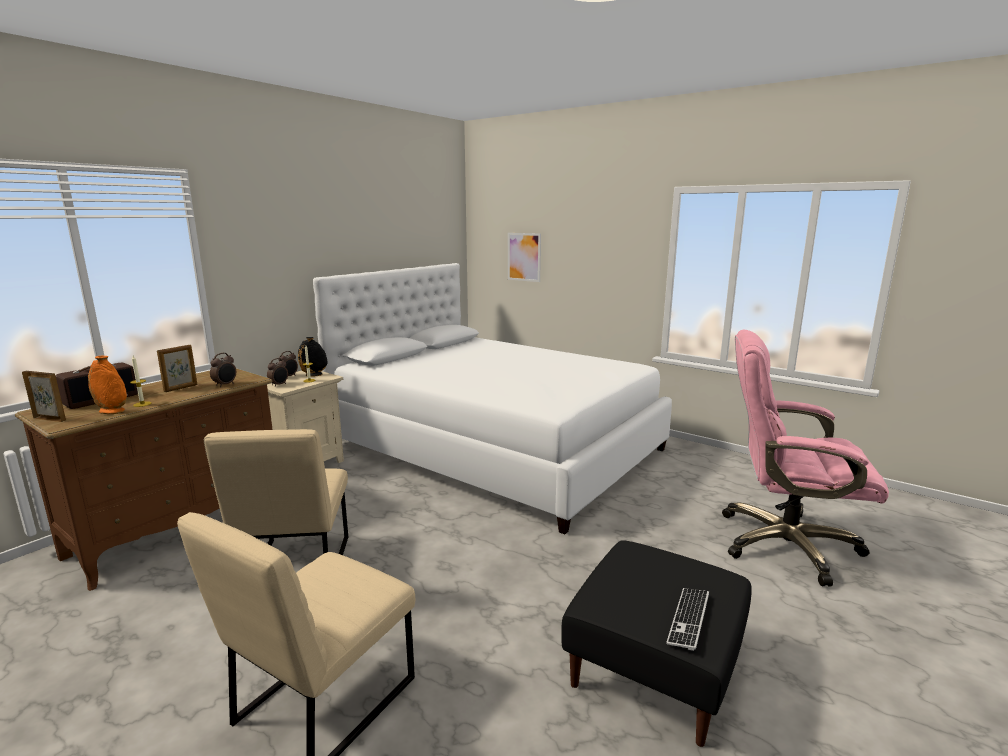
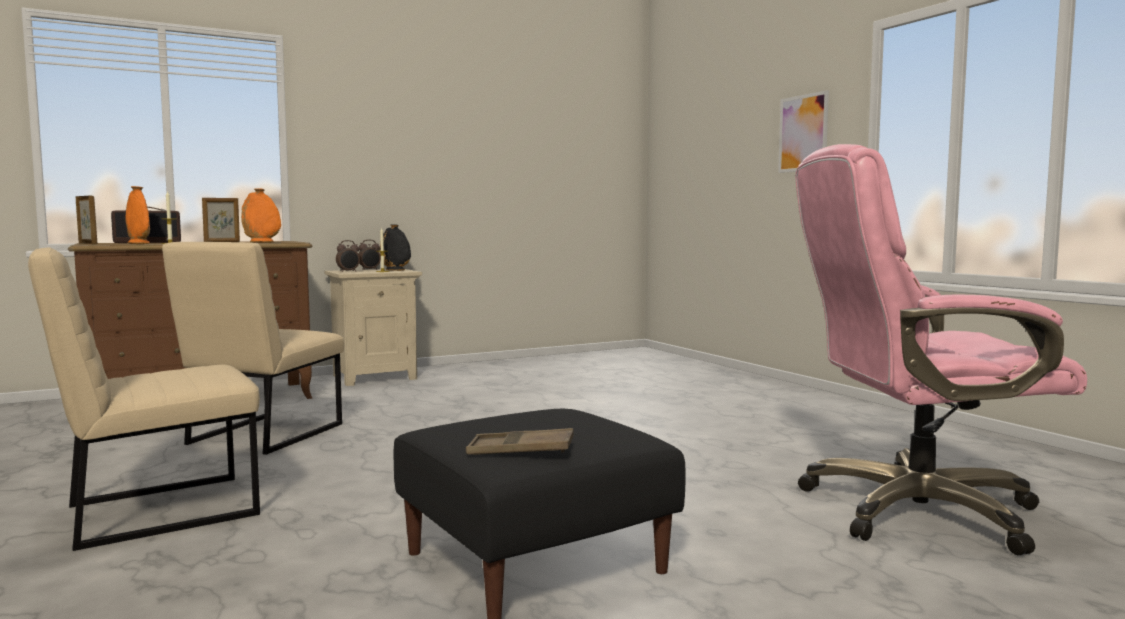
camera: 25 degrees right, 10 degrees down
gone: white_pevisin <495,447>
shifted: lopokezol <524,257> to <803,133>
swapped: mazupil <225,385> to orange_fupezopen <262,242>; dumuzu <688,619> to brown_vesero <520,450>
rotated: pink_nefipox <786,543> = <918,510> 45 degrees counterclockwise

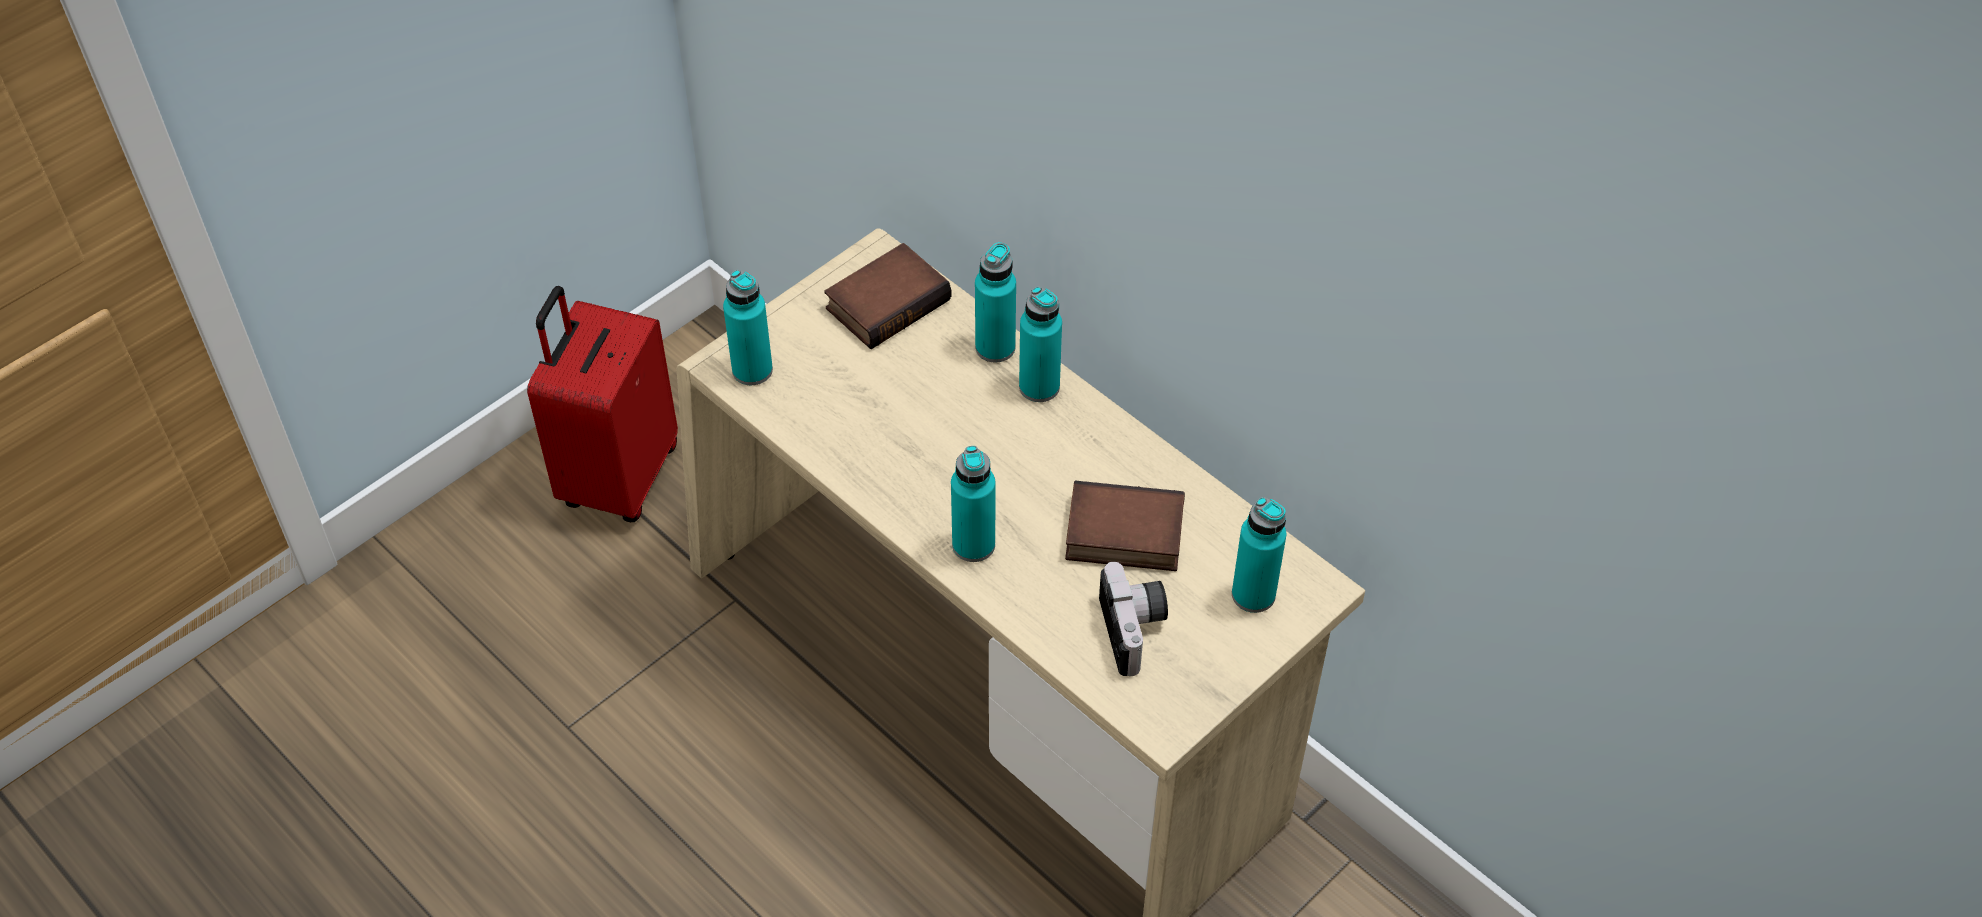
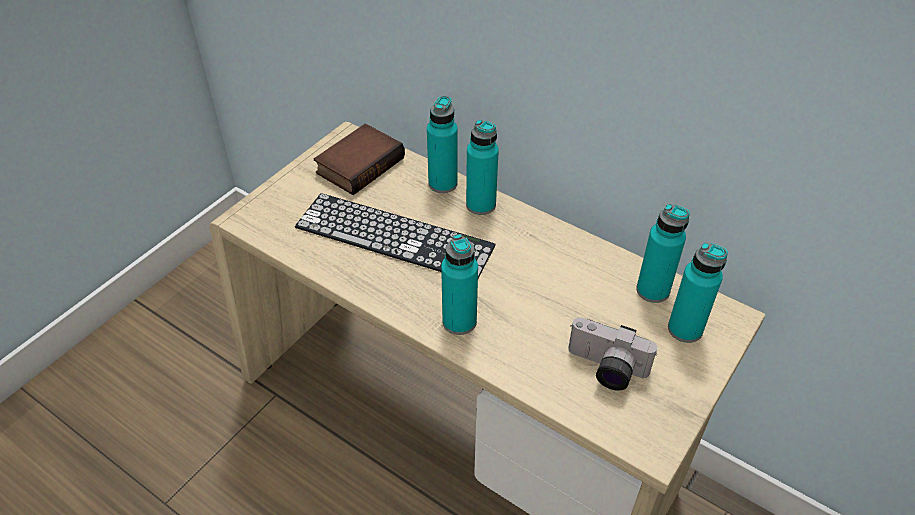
camera: 10 degrees left, 5 degrees down
gone: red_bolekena <617,477>; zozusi <1122,536>
new: dumuzu <394,236>
shifted: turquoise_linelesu <752,370> to <652,290>
rotated: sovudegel <1136,630> = <605,369> 135 degrees clockwise

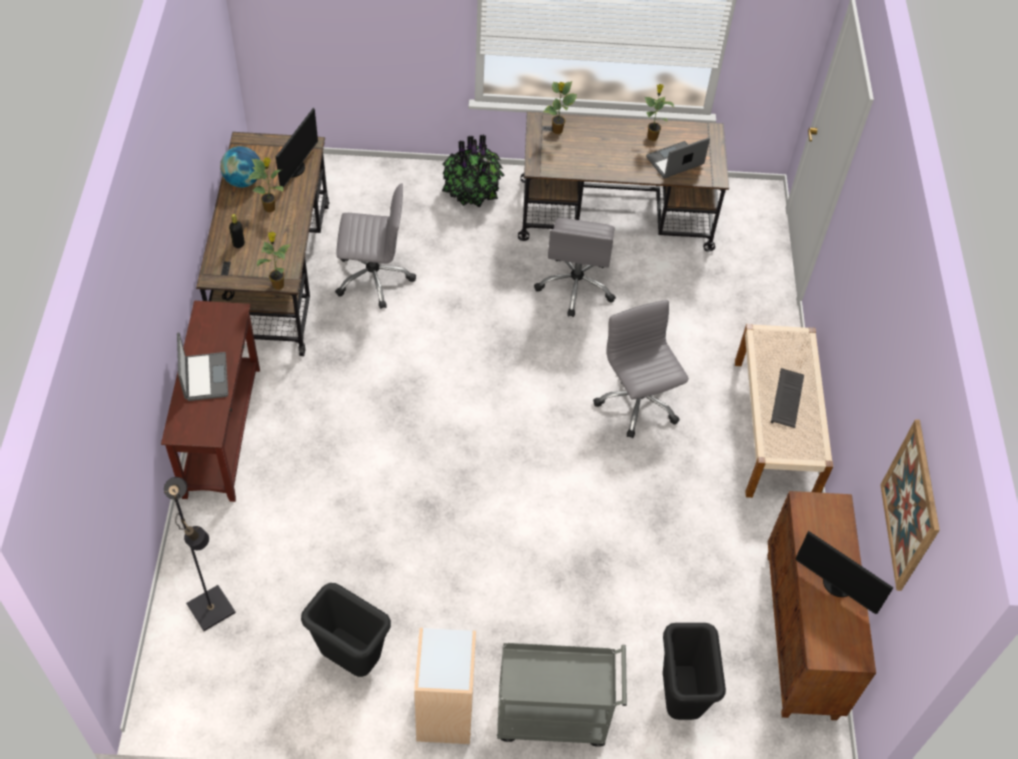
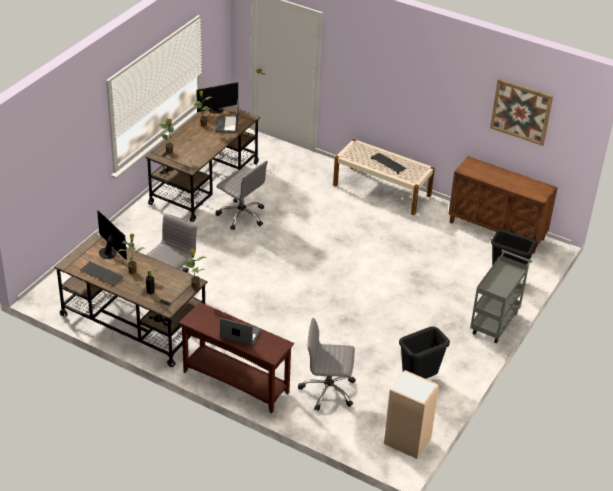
camera: 60 degrees left, 15 degrees down
gone: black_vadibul <211,609>; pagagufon <472,192>
shifted: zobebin <444,713> to <407,441>; grey_nefipox <637,402> to <327,391>; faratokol <837,585> to <216,110>
swapped: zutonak <243,181> to dumuzu <101,274>

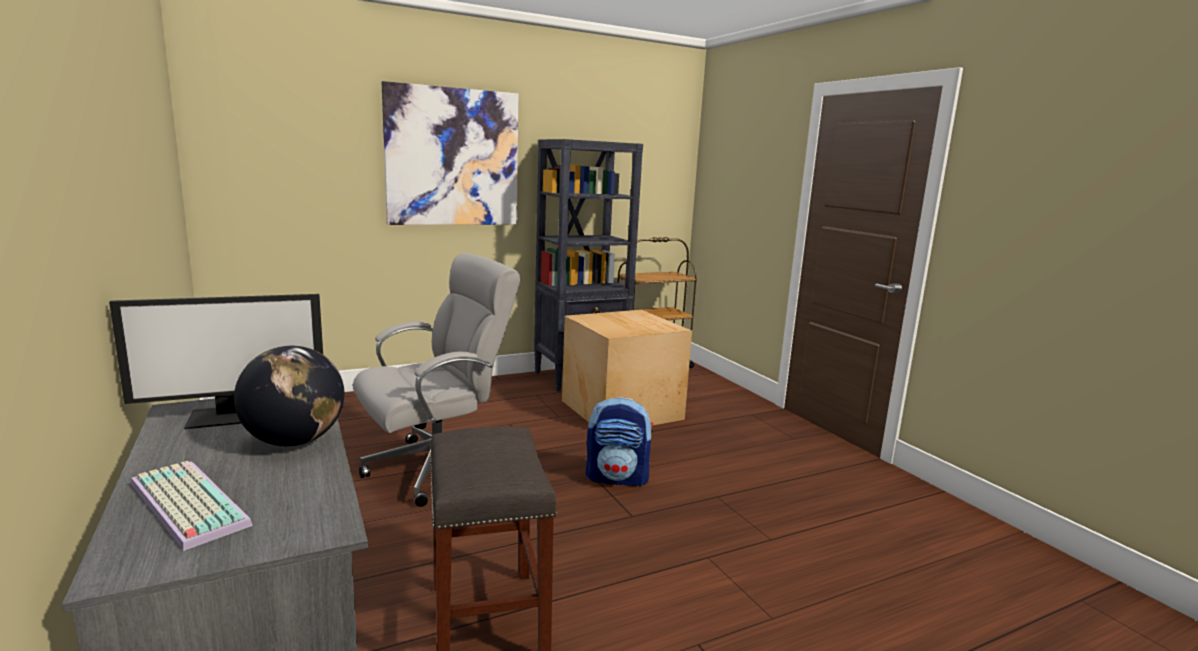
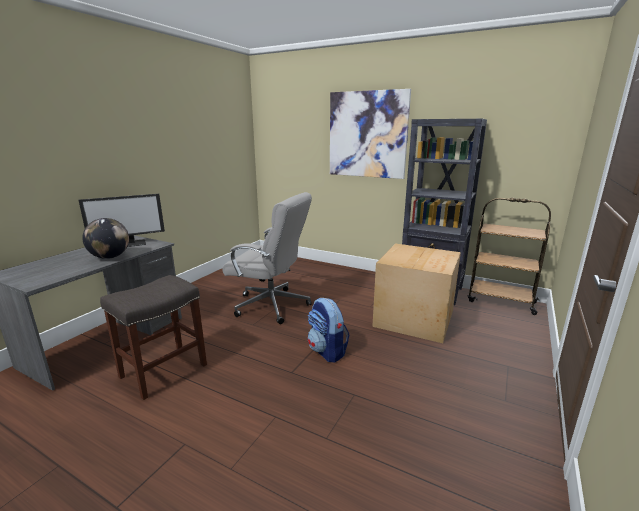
camera: 55 degrees right, 5 degrees up
gone: dumuzu <184,504>
rotated: faratokol <234,415> = <129,244> 60 degrees counterclockwise

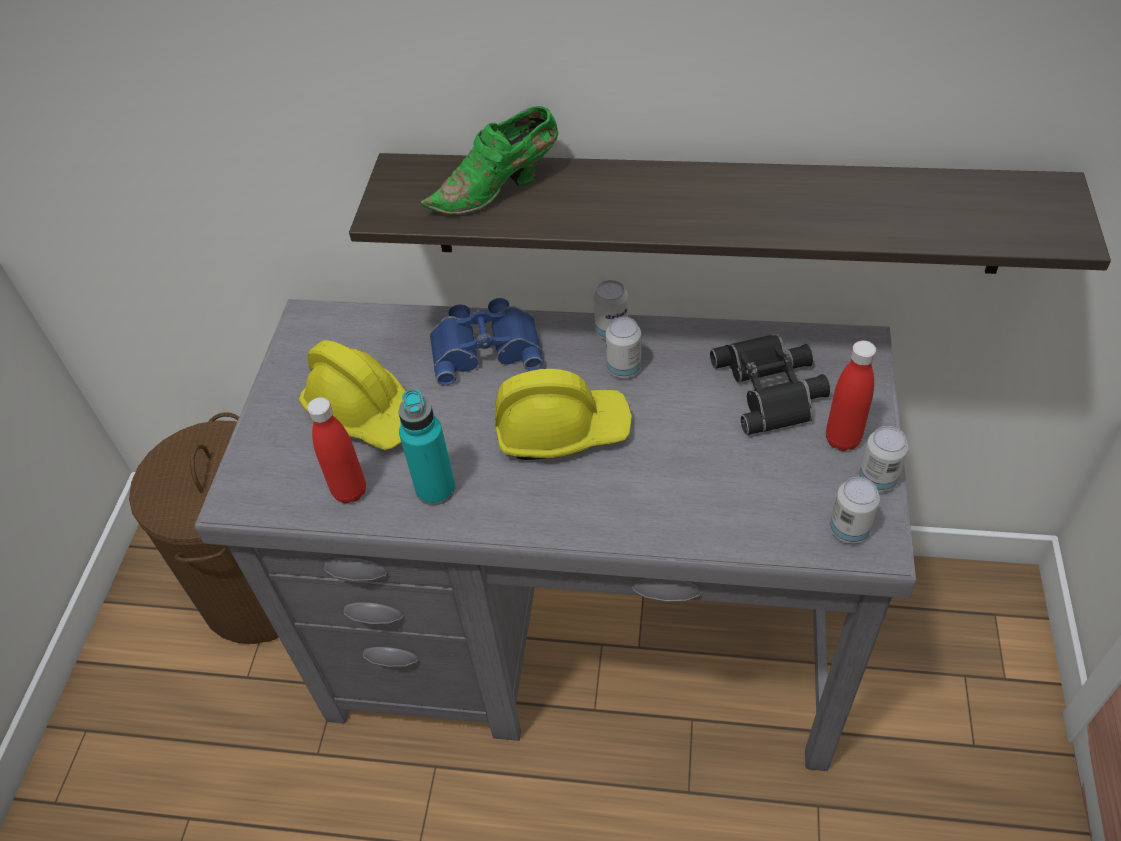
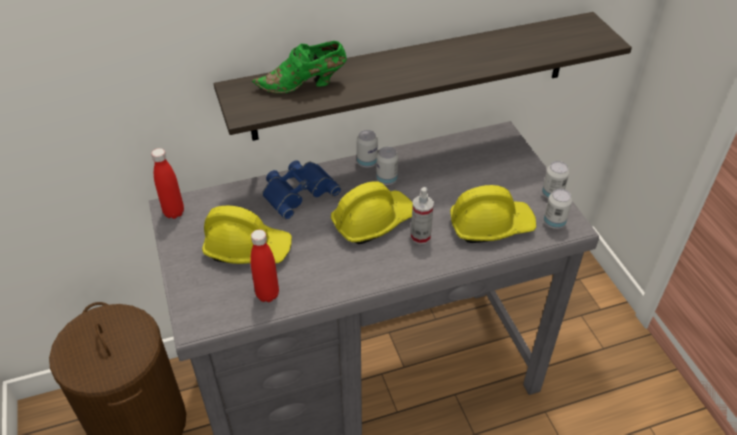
camera: 30 degrees left, 5 degrees down
gone: turquoise_linelesu <435,489>; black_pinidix <772,388>
new: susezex <420,237>; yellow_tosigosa <490,225>
shifted: red_linelesu <842,439> to <174,212>
rotated: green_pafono <499,189> = <304,85> 45 degrees clockwise

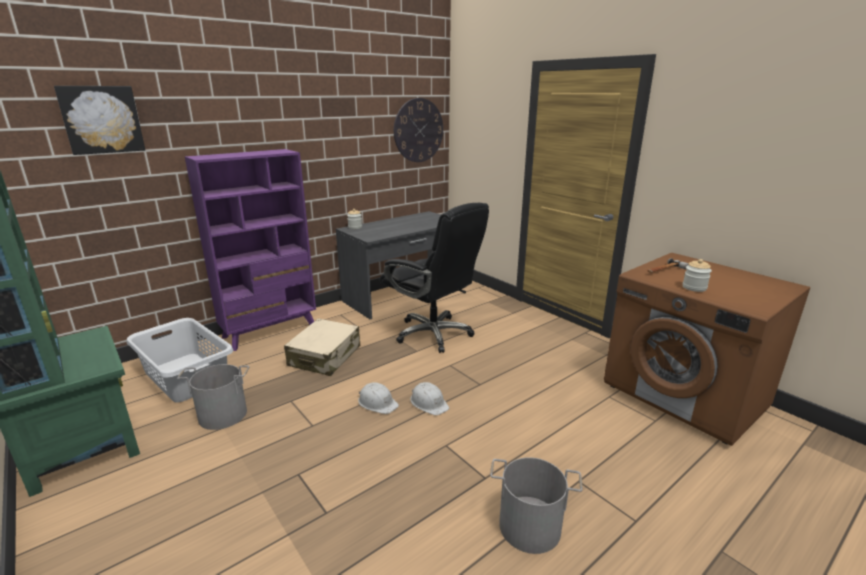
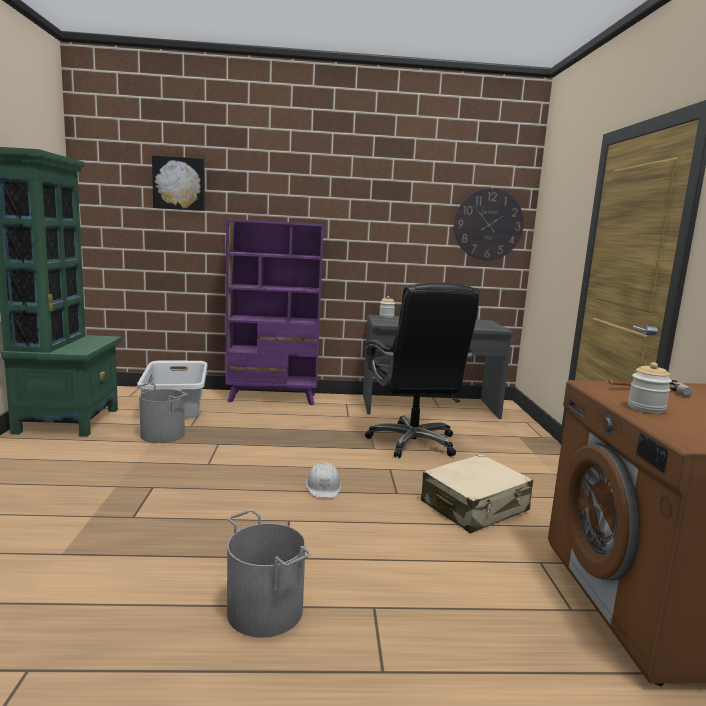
camera: 35 degrees right, 10 degrees down
gone: white_tosigosa <377,402>
shifted: beige_bolekena <325,356> to <475,507>

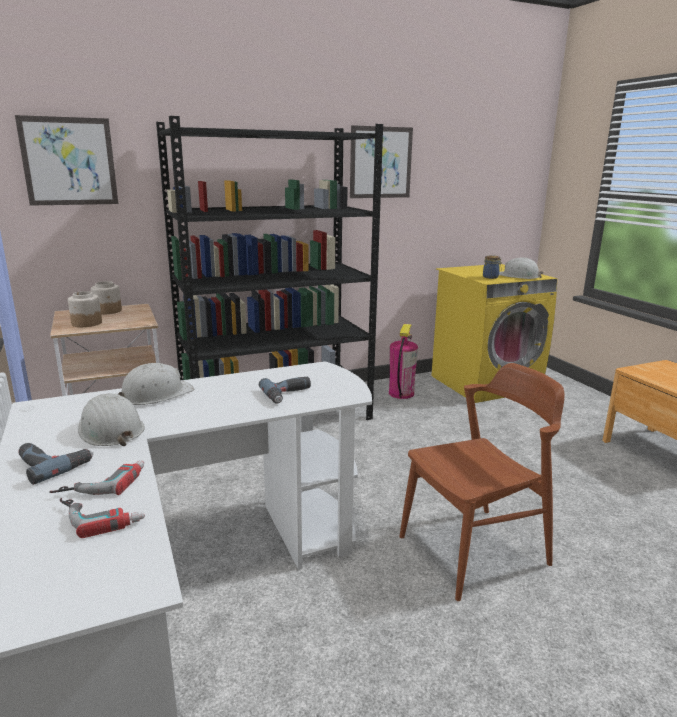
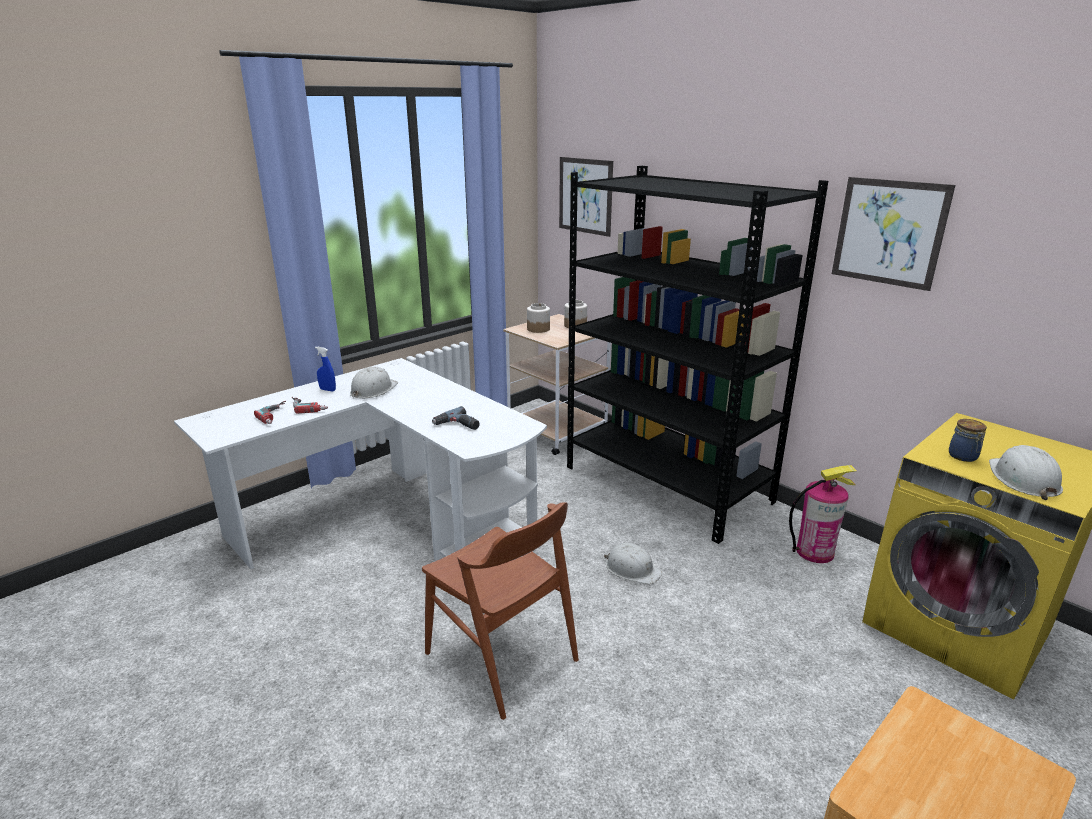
camera: 70 degrees right, 5 degrees up
shifted: white_tosigosa <156,394> to <632,569>
swapped: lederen <53,464> to blue_susezex <327,390>

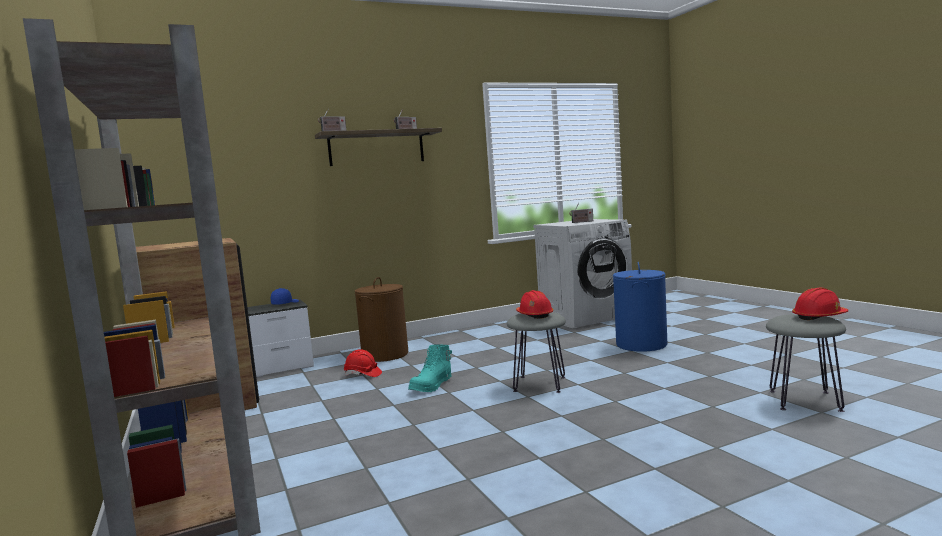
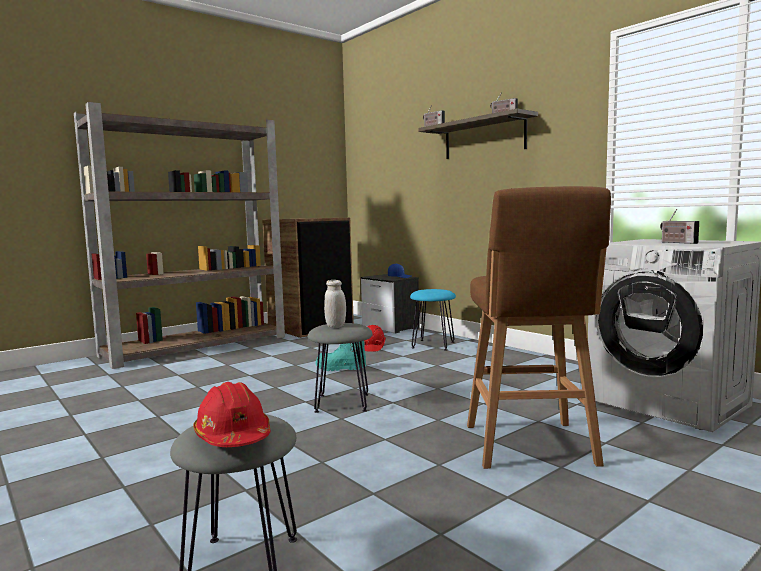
camera: 75 degrees right, 0 degrees up
swapped: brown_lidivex <385,355> to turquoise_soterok <433,345>; red_tosigosa <534,315> to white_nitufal <335,326>; blue_lidivex <641,345> to brown_soterok <530,446>

